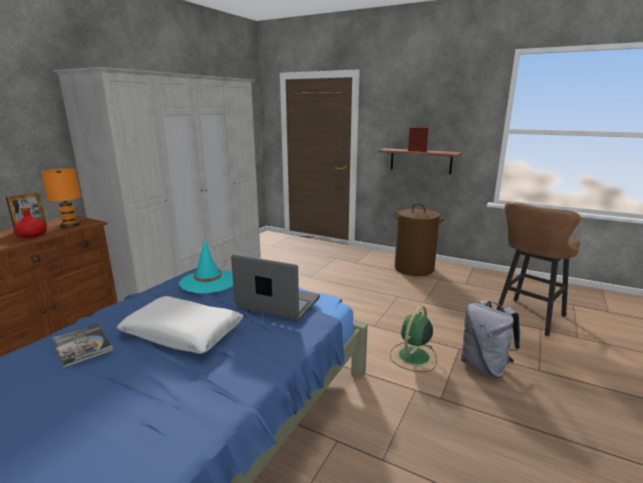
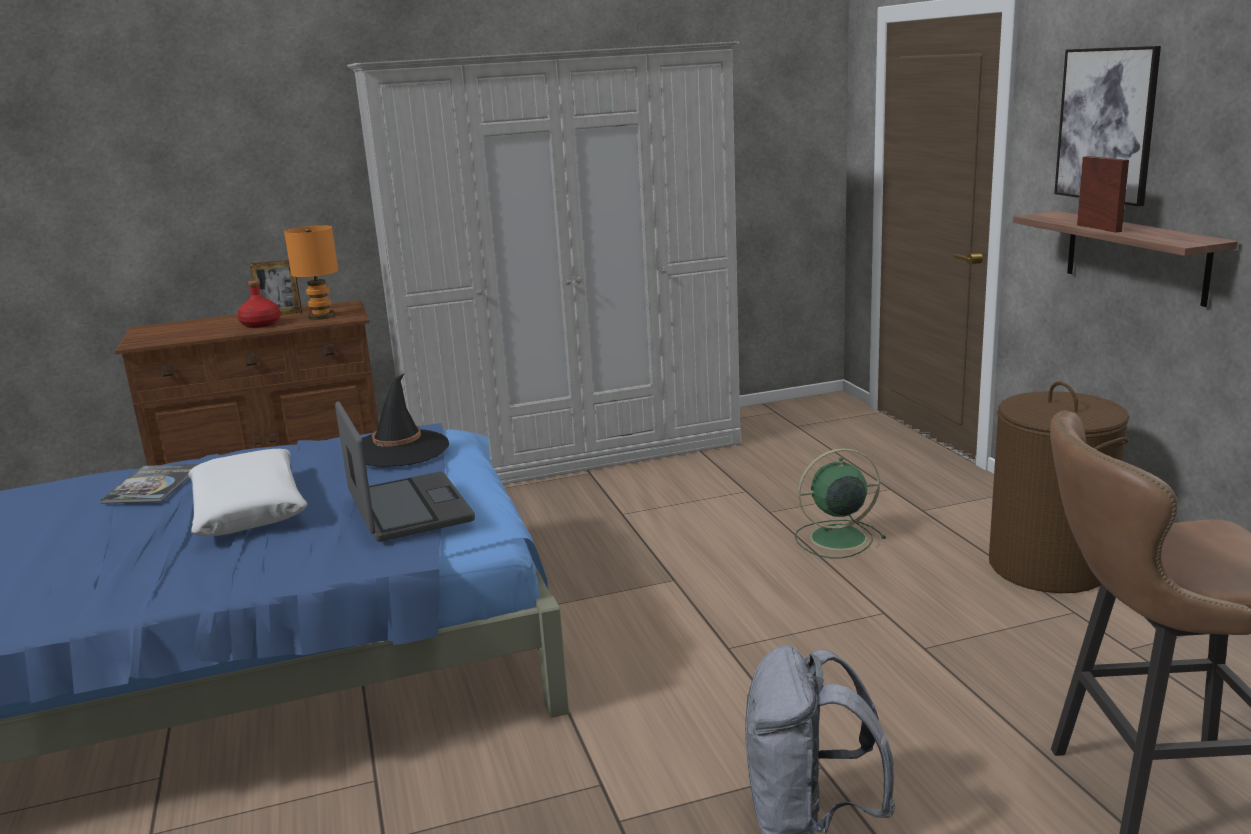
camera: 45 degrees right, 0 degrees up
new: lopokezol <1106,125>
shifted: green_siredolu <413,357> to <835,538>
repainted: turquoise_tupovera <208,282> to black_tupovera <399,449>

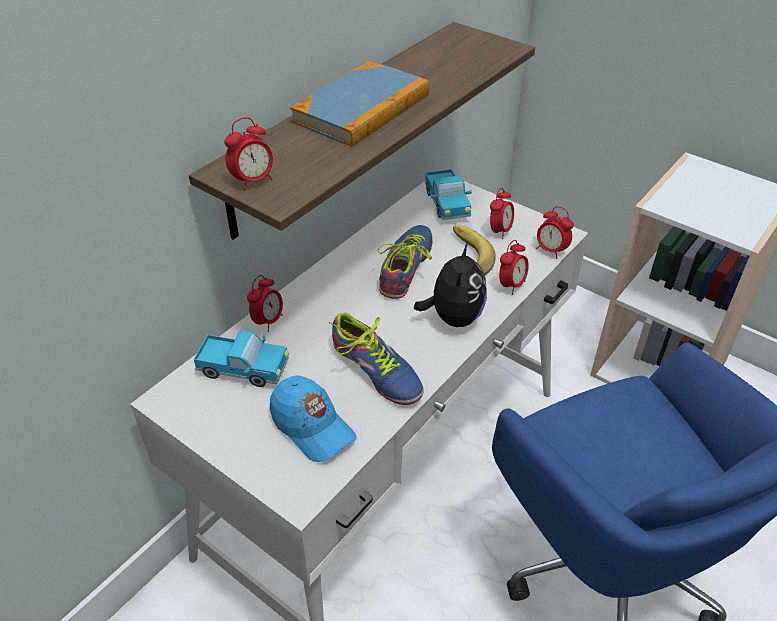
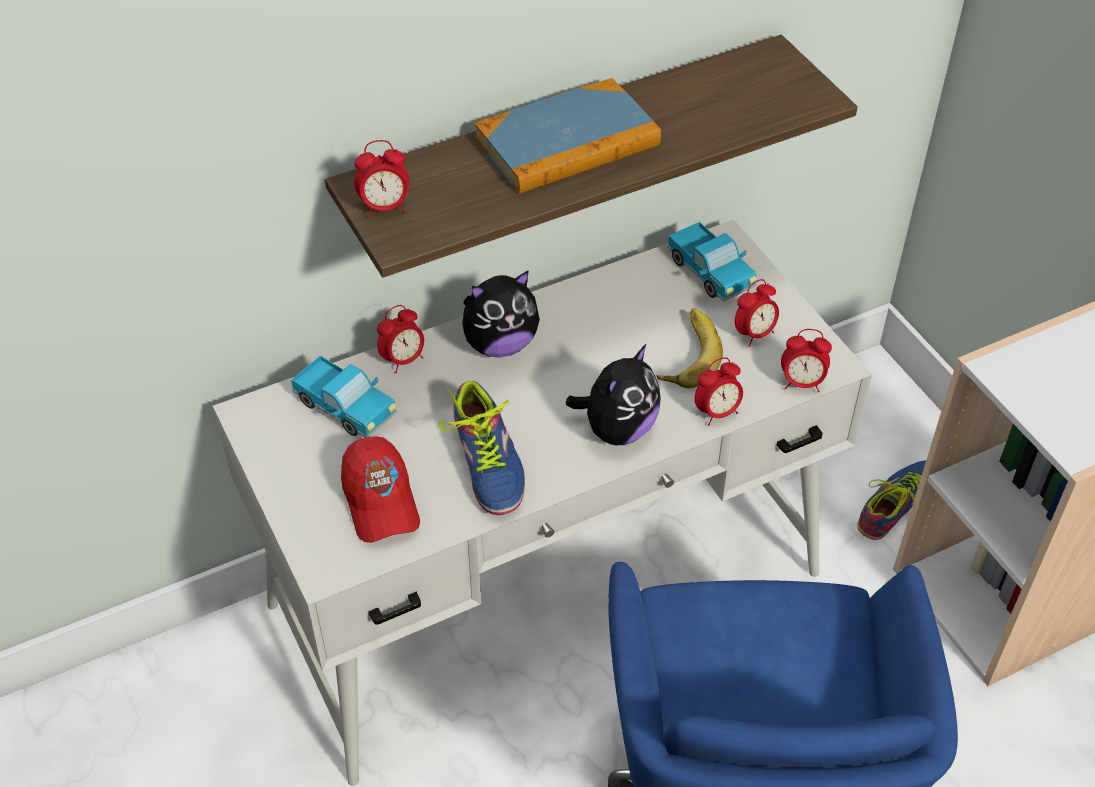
camera: 25 degrees right, 5 degrees up
new: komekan <500,344>
shifted: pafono <405,267> to <896,504>
repainted: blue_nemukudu <312,427> to red_nemukudu <380,501>
rotated: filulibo <447,205> = <710,274> 45 degrees counterclockwise; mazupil <551,250> = <802,383> 60 degrees counterclockwise

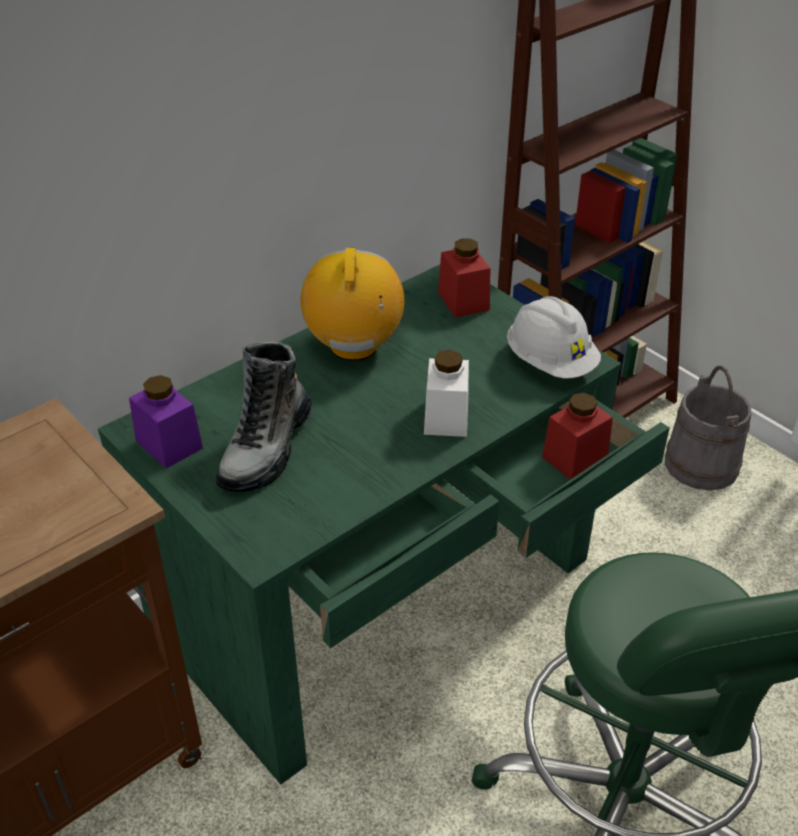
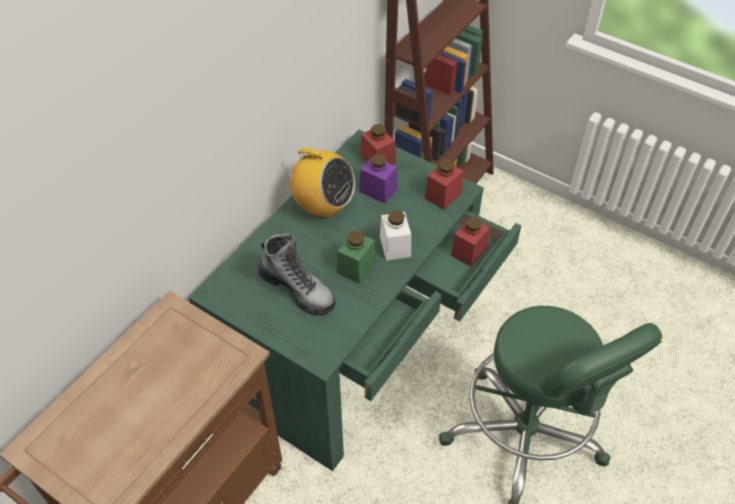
camera: 15 degrees left, 10 degrees up
gone: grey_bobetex <700,464>
new: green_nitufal <356,267>
shifted: purple_nitufal <169,444> to <378,190>
swapped: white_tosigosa <550,362> to red_nitufal <443,195>
rotated: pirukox <266,448> = <297,289> 60 degrees counterclockwise; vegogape <354,346> = <323,206> 135 degrees clockwise

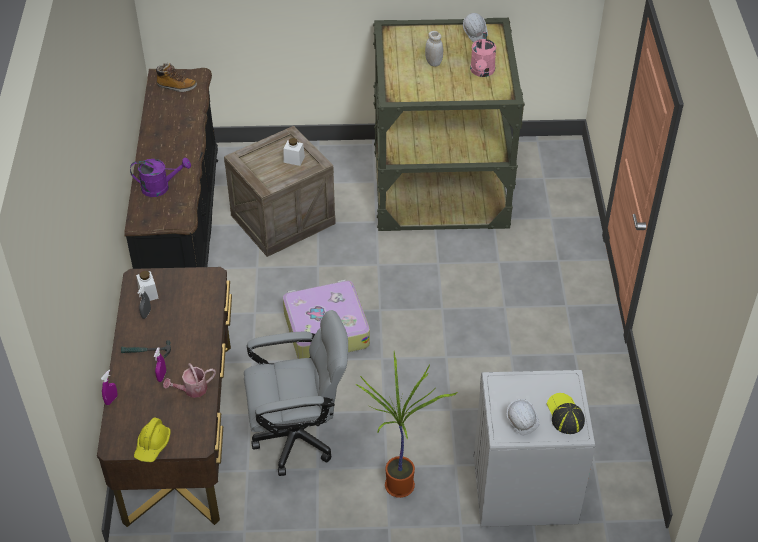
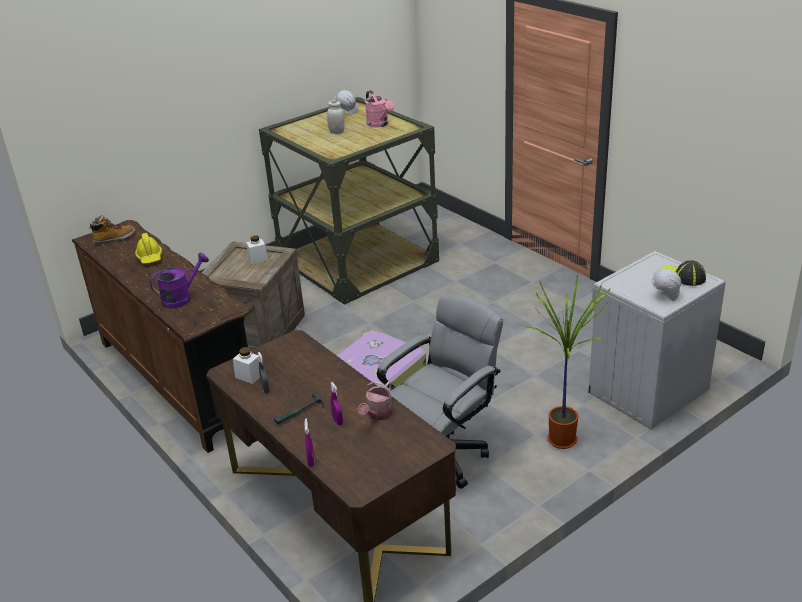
camera: 35 degrees left, 15 degrees down
shifted: yellow_tosigosa <152,445> to <150,257>

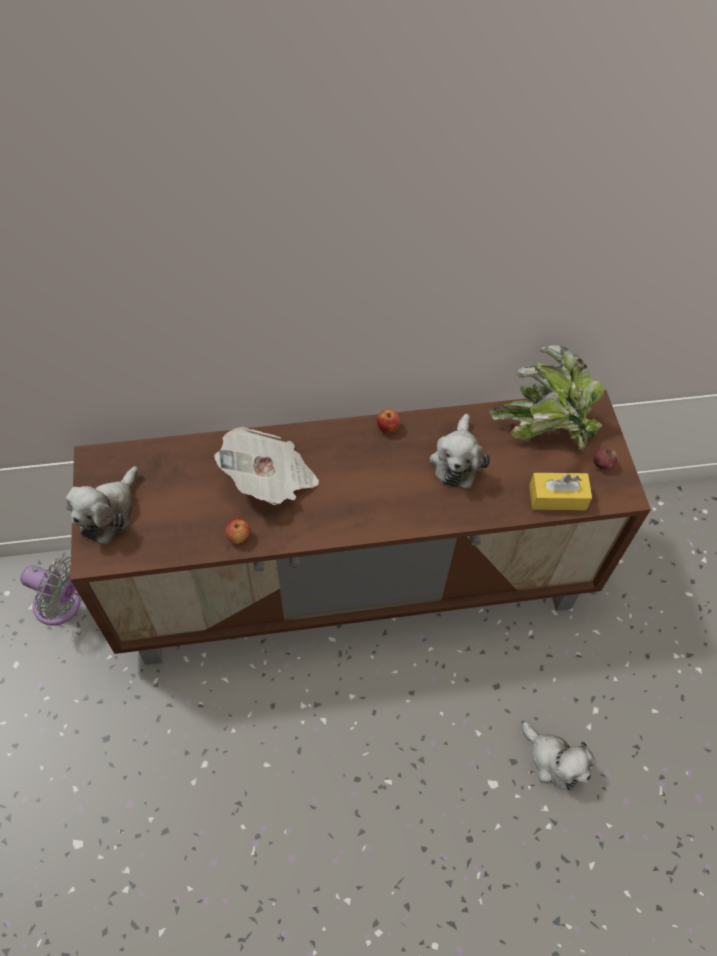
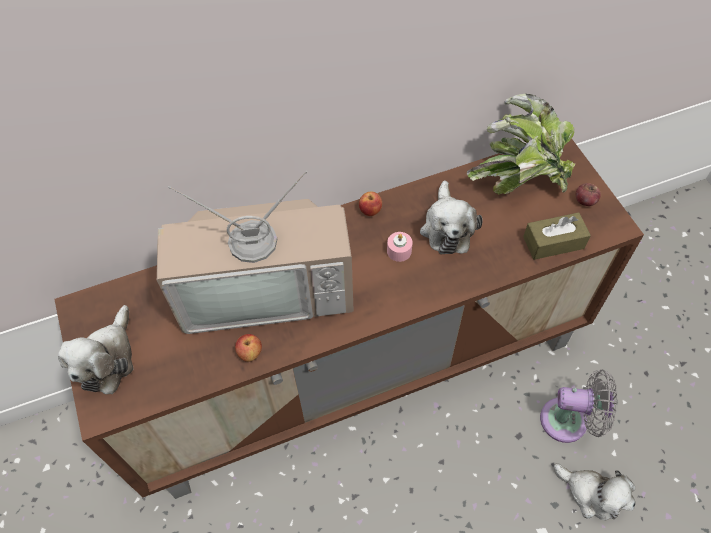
camera: 10 degrees left, 0 degrees up
new: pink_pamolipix <399,251>
shifted: grey_siredolu <61,606> to <569,421>
swapped: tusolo <270,479> to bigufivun <267,287>
repainted: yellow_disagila <557,497> to brown_disagila <553,242>

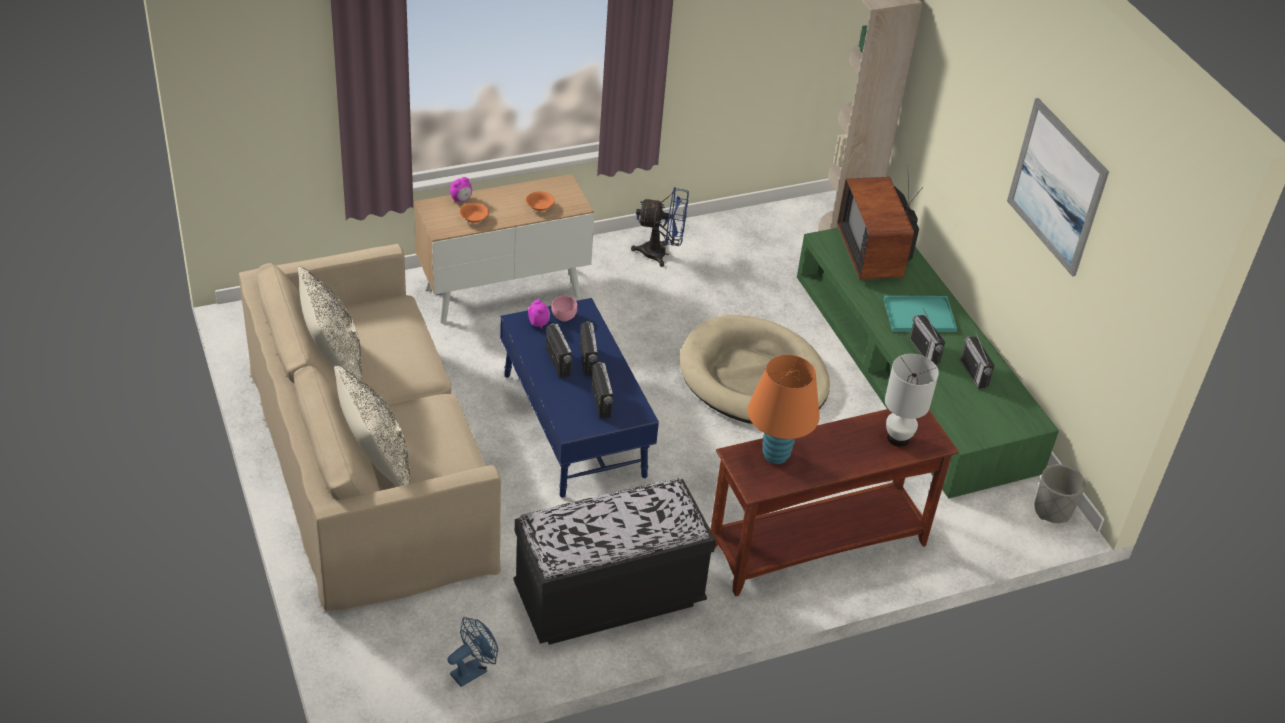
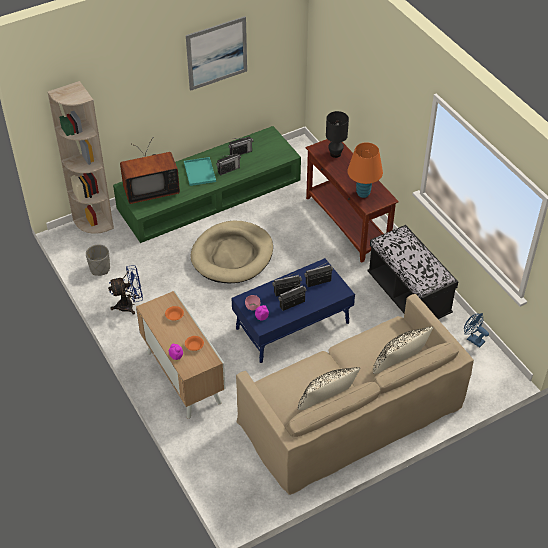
camera: 95 degrees left, 5 degrees up
shifted: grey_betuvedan <1052,510> to <100,269>
repainted: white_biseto <897,438> to black_biseto <335,154>
rotated: blue_siredolu <661,254> = <129,305> 75 degrees clockwise

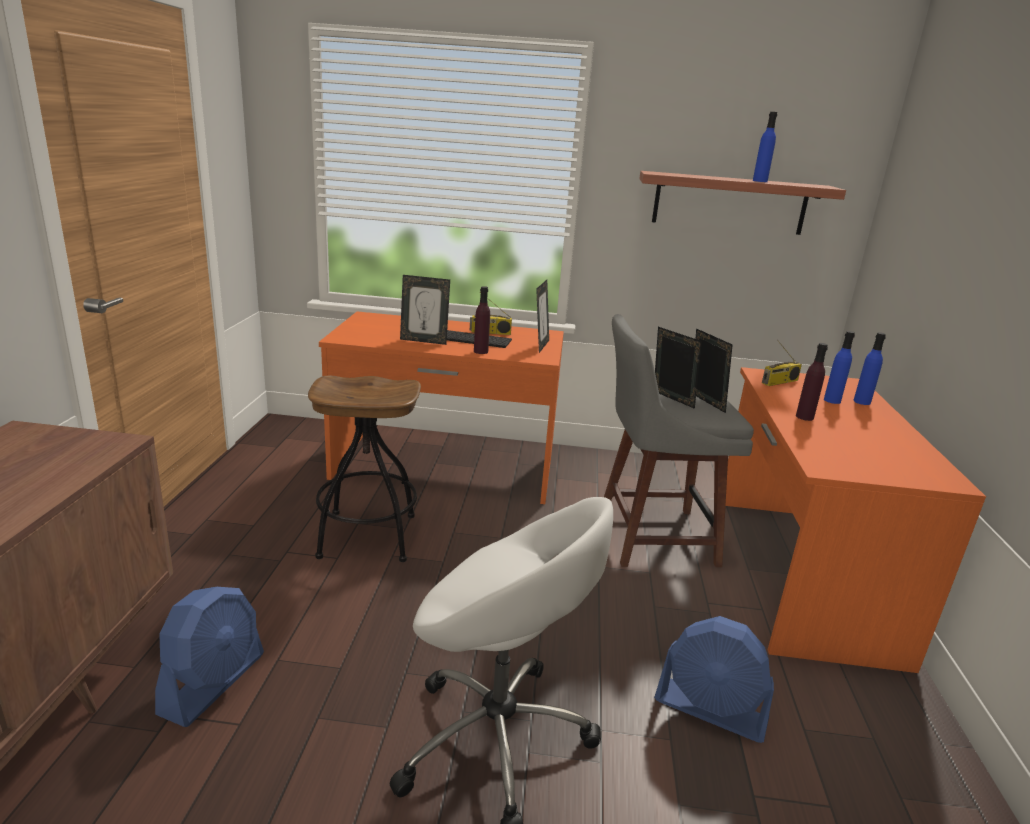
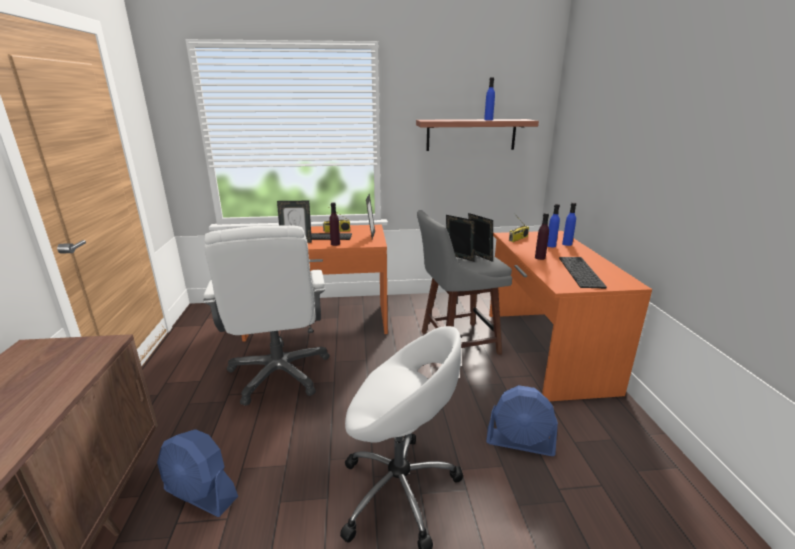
camera: 10 degrees left, 0 degrees up
new: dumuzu <582,272>
swapped: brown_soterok <367,535> to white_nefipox <279,373>
rotated: blue_siredolu <213,683> = <201,494> 105 degrees clockwise

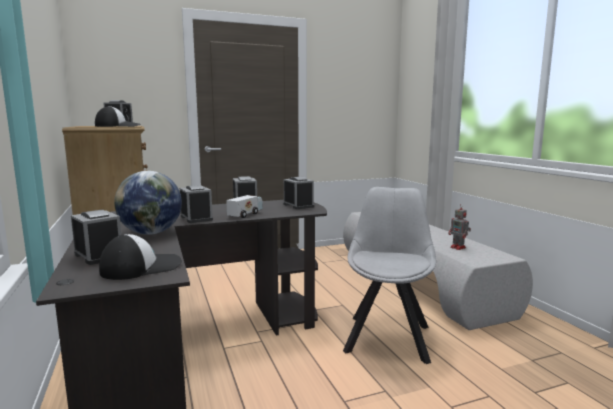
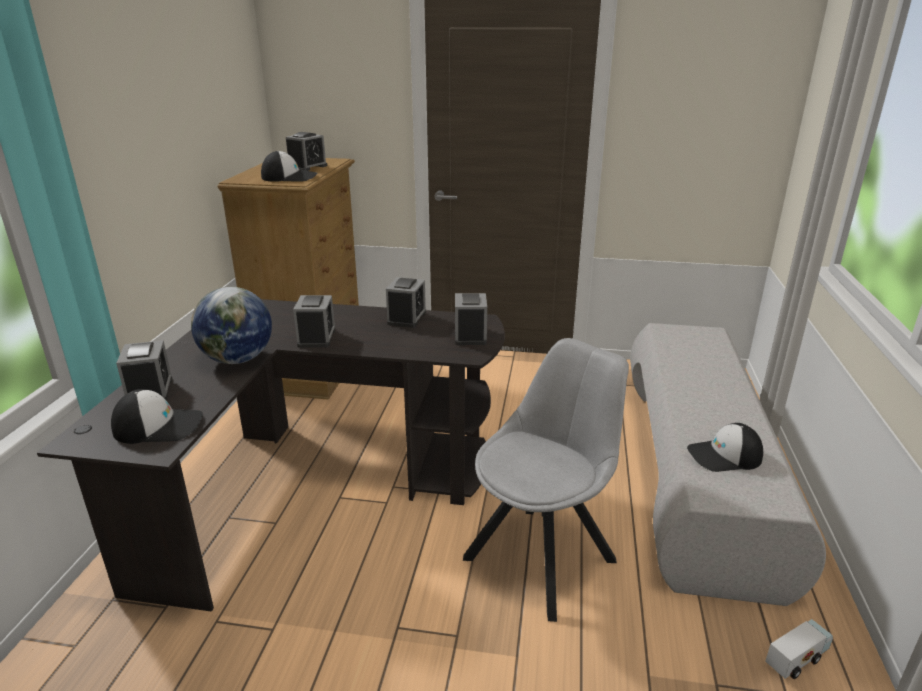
camera: 30 degrees right, 15 degrees up
shifted: filulibo <245,214> to <796,657>
swapped: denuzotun <458,248> to nemukudu <724,456>

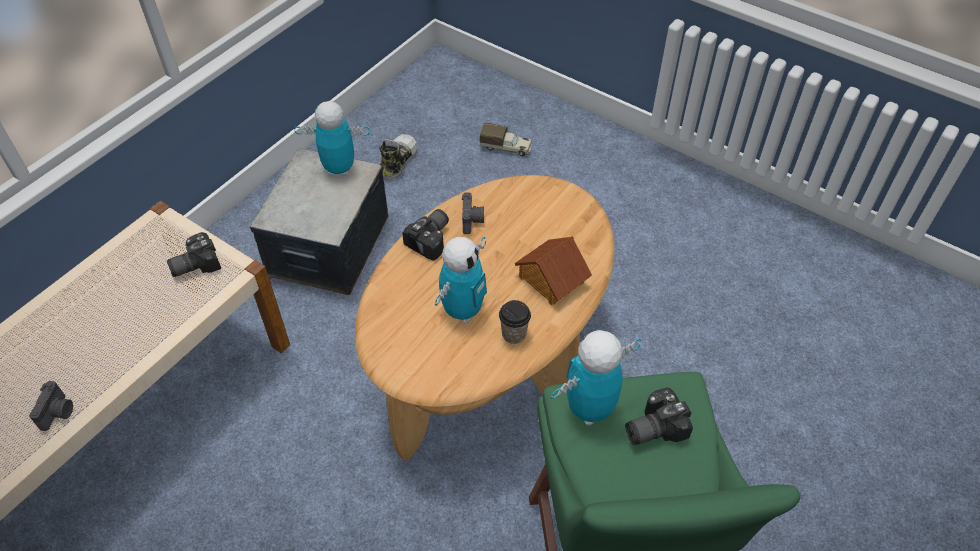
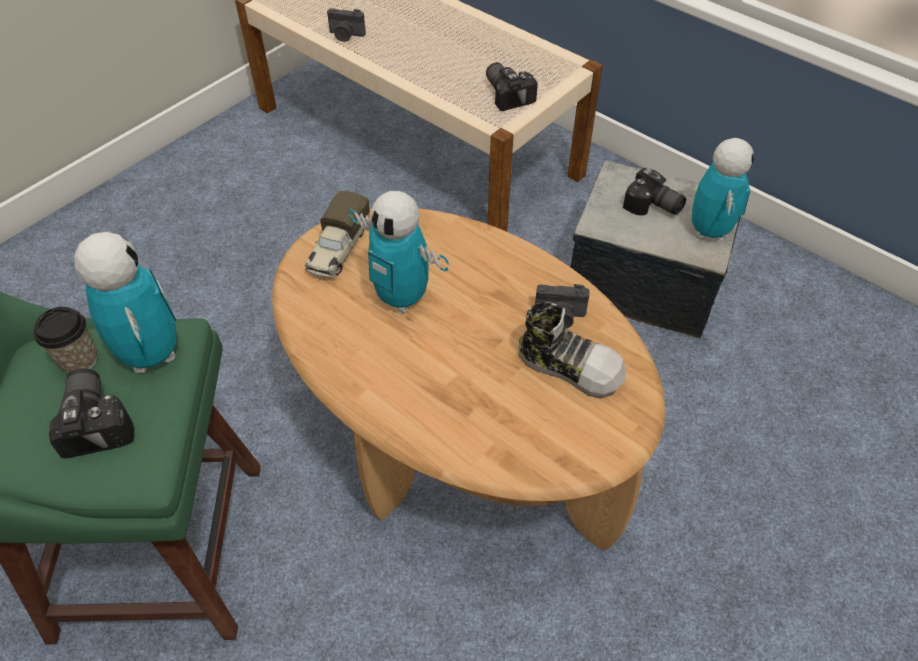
camera: 95 degrees right, 0 degrees up
gone: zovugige <550,279>
shifted: pafono <397,161> to <570,366>; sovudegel <432,239> to <652,207>; filulibo <506,147> to <338,250>; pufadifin <514,334> to <79,360>

